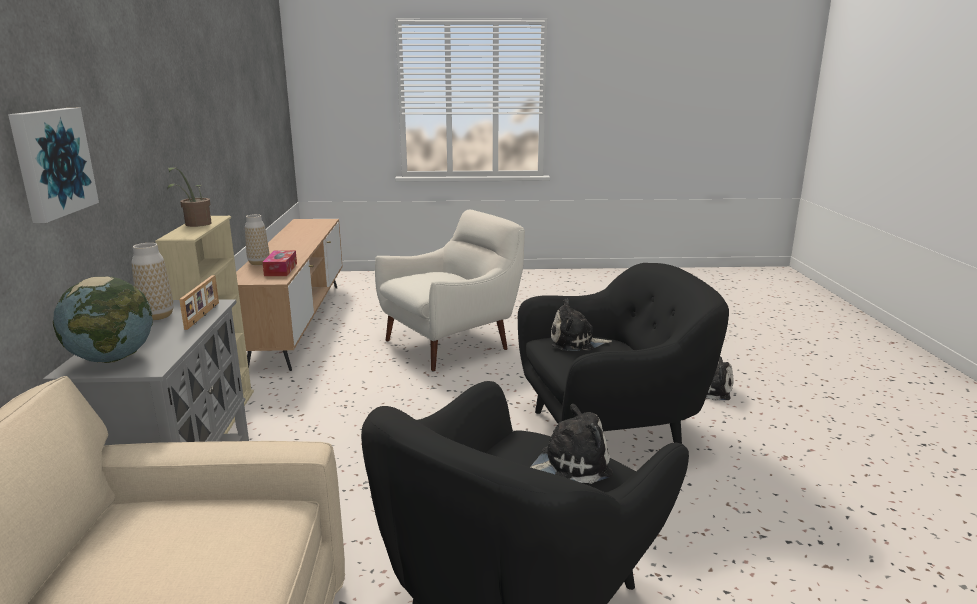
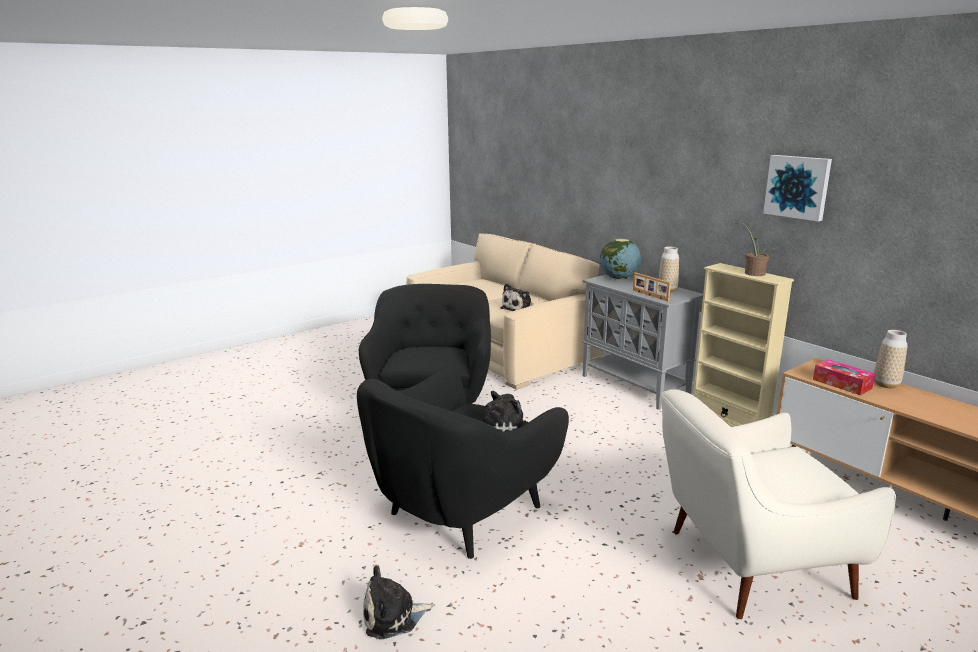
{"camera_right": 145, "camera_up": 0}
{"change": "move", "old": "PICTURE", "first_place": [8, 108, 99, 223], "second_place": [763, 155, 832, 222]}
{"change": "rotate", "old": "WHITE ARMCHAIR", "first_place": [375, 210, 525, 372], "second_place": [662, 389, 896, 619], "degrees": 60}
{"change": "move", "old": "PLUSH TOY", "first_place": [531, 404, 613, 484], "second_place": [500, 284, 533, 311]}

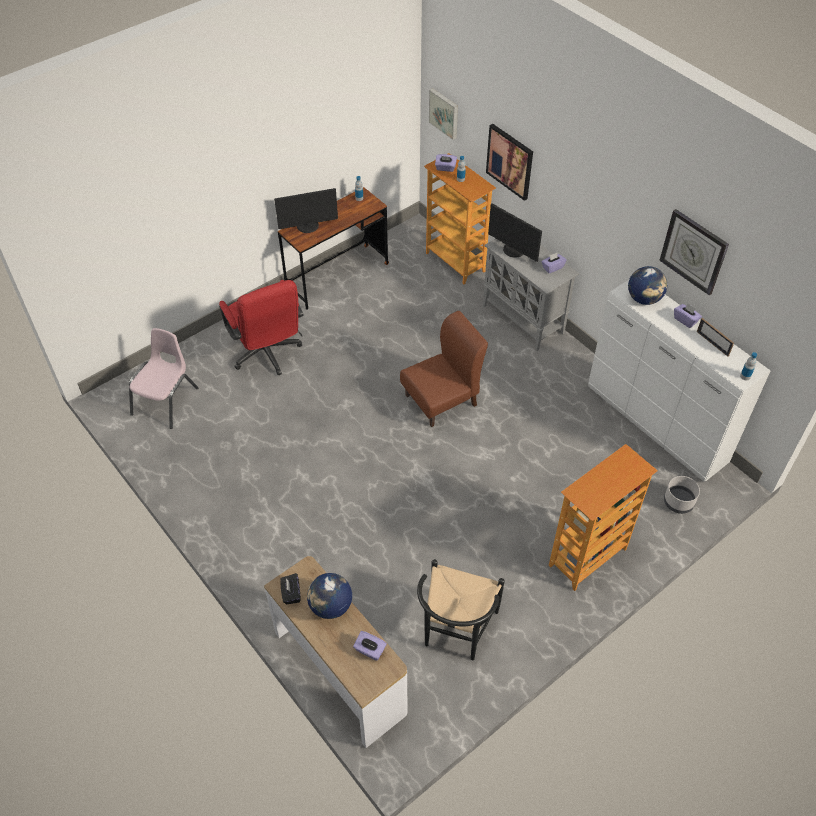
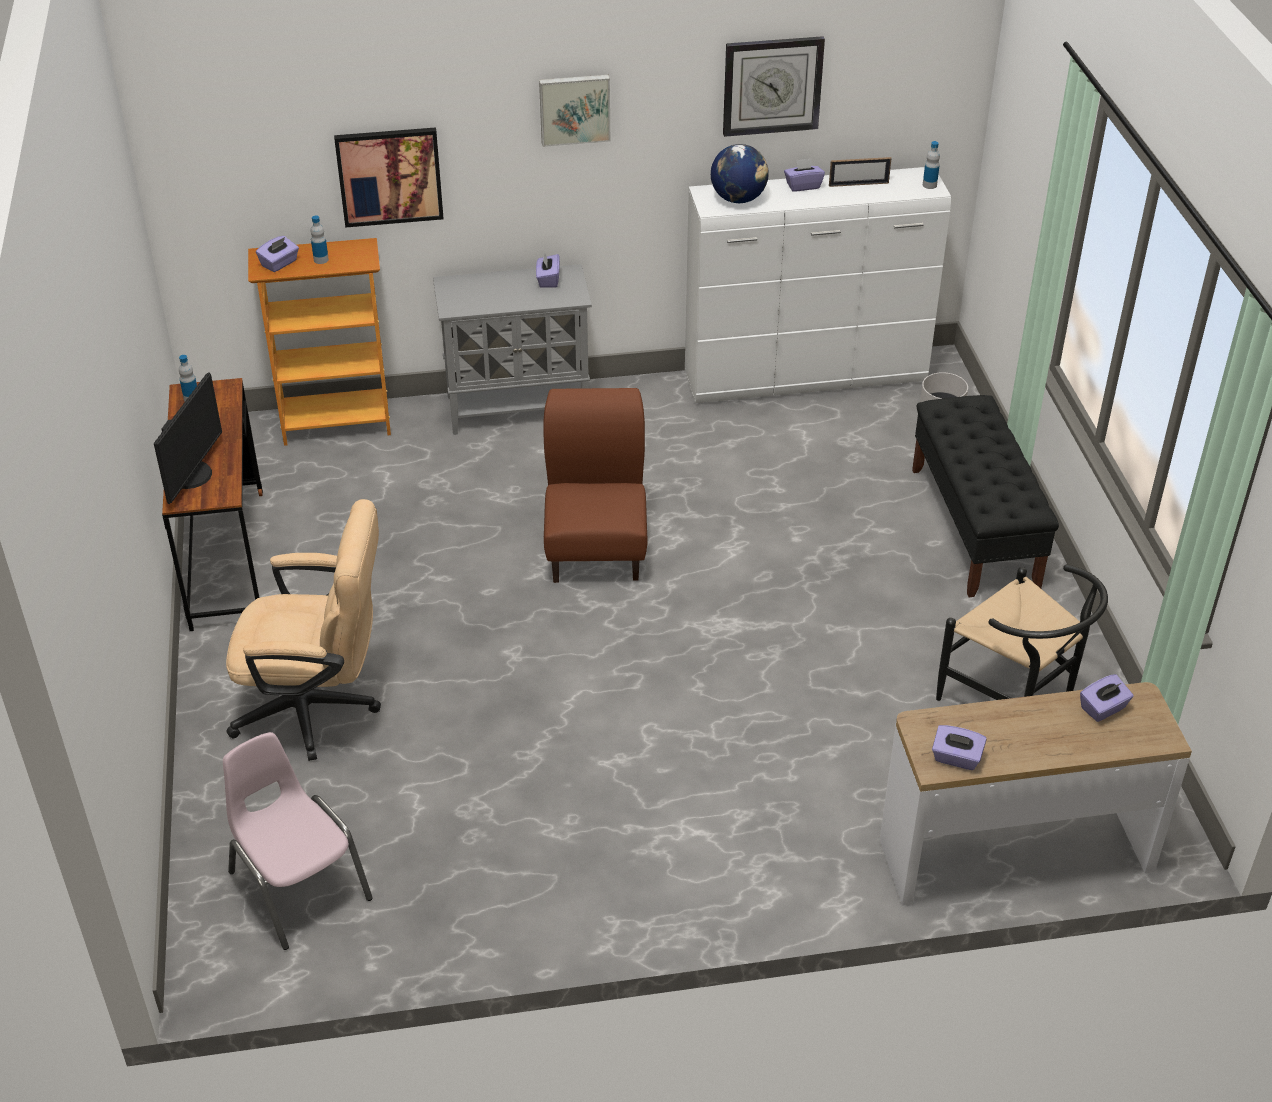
{"camera_right": -60, "camera_up": -10}
{"change": "move", "old": "PICTURE", "first_place": [429, 88, 458, 140], "second_place": [539, 75, 610, 147]}
{"change": "delete", "old": "MONITOR", "first_place": [488, 203, 542, 262]}
{"change": "recolor", "old": "RED OFFICE CHAIR", "new": "BEIGE OFFICE CHAIR", "first_place": [219, 280, 303, 375], "second_place": [226, 499, 381, 761]}
{"change": "replace", "old": "BOOKCASE", "new": "BLACK BENCH", "first_place": [549, 444, 658, 591], "second_place": [912, 395, 1059, 597]}
{"change": "recolor", "old": "BLACK TISSUE BOX", "new": "PURPLE TISSUE BOX", "first_place": [280, 573, 300, 604], "second_place": [932, 725, 987, 770]}
{"change": "delete", "old": "GLOBE", "first_place": [307, 573, 352, 619]}

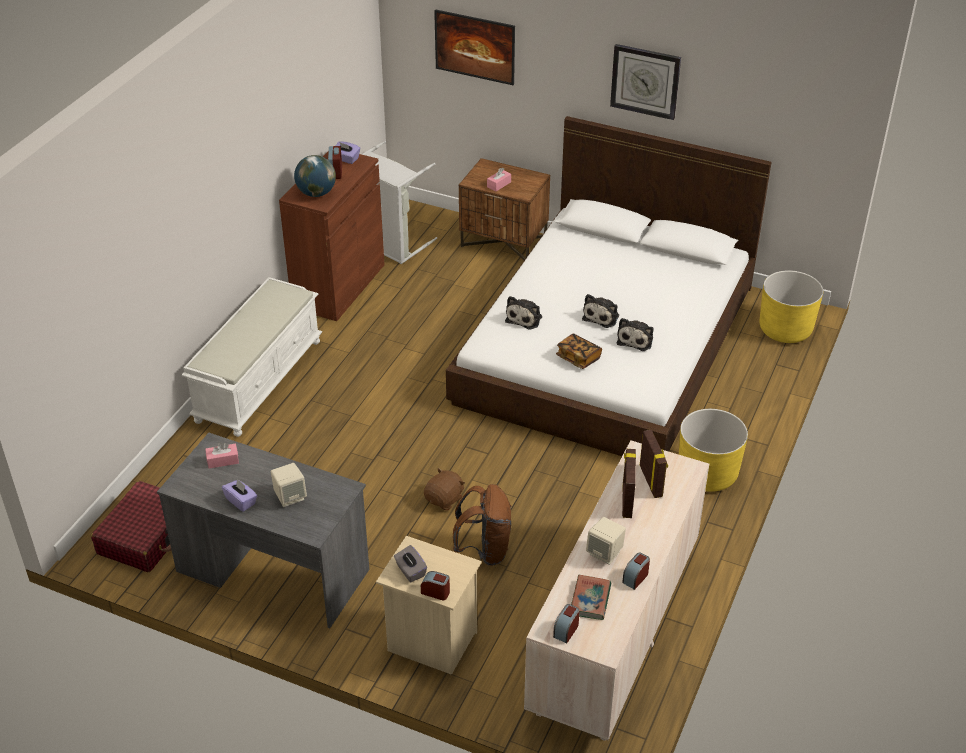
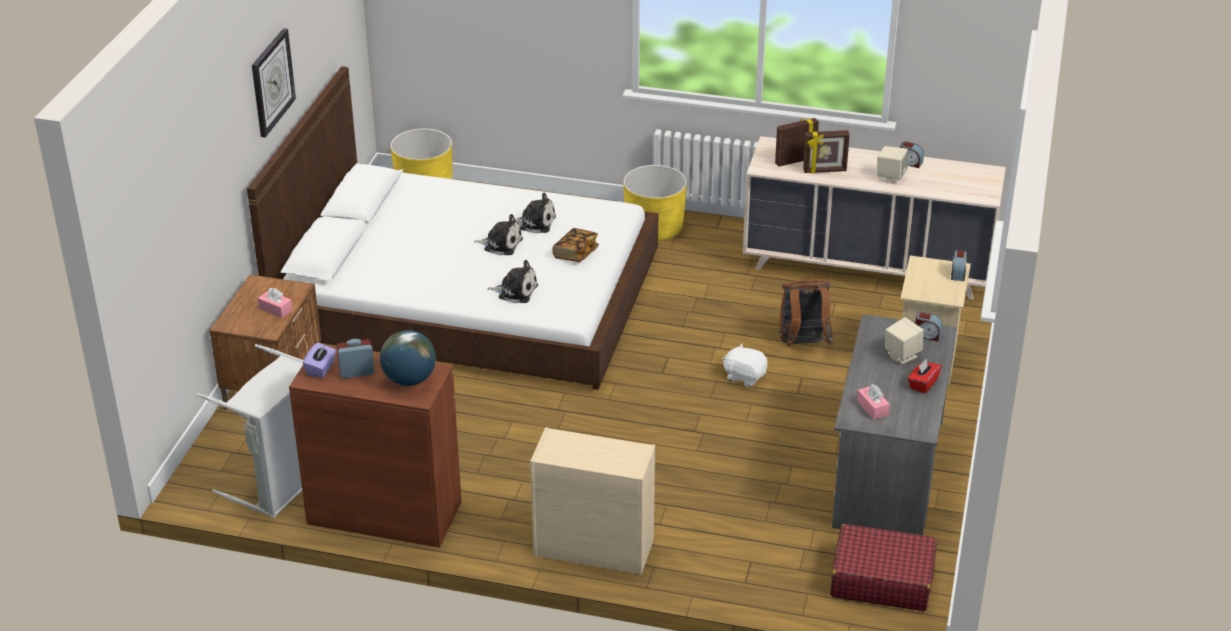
{"camera_right": -100, "camera_up": -5}
{"change": "delete", "old": "PICTURE", "first_place": [434, 9, 515, 85]}
{"change": "replace", "old": "WHITE BENCH", "new": "BEIGE DRESSER", "first_place": [182, 277, 322, 437], "second_place": [530, 427, 655, 575]}
{"change": "recolor", "old": "BROWN PLUSH TOY", "new": "WHITE PLUSH TOY", "first_place": [424, 468, 465, 511], "second_place": [722, 344, 768, 387]}
{"change": "recolor", "old": "PURPLE TISSUE BOX", "new": "RED TISSUE BOX", "first_place": [222, 478, 257, 512], "second_place": [908, 359, 942, 393]}
{"change": "delete", "old": "GREY TISSUE BOX", "first_place": [394, 545, 427, 582]}
{"change": "delete", "old": "BOOK", "first_place": [571, 575, 611, 620]}
{"change": "move", "old": "ALARM CLOCK", "first_place": [553, 604, 580, 643], "second_place": [915, 312, 942, 341]}

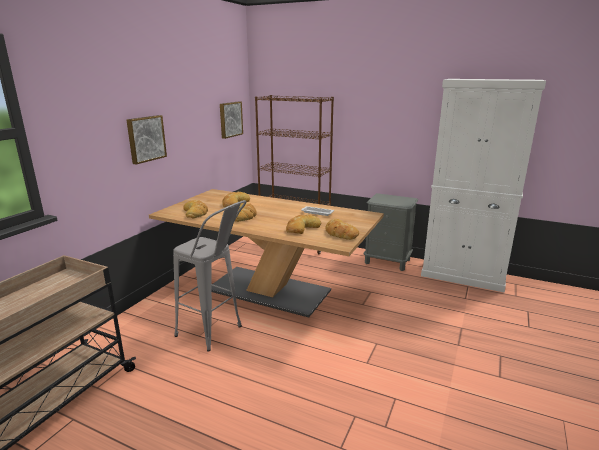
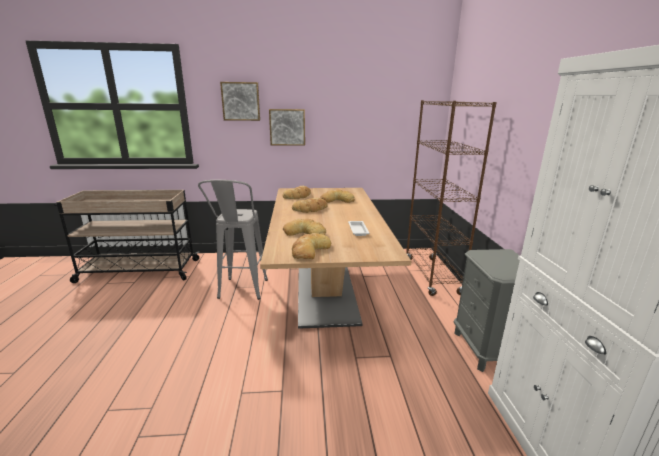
{"camera_right": 60, "camera_up": 0}
{"change": "move", "old": "PICTURE", "first_place": [220, 102, 243, 139], "second_place": [220, 82, 260, 121]}

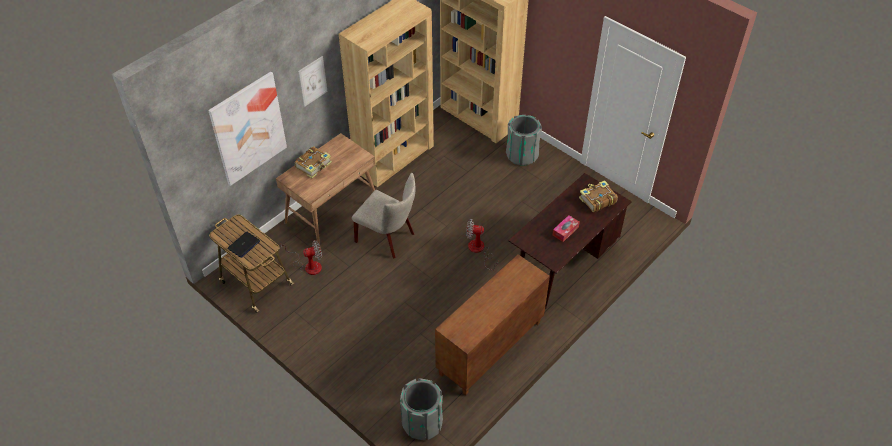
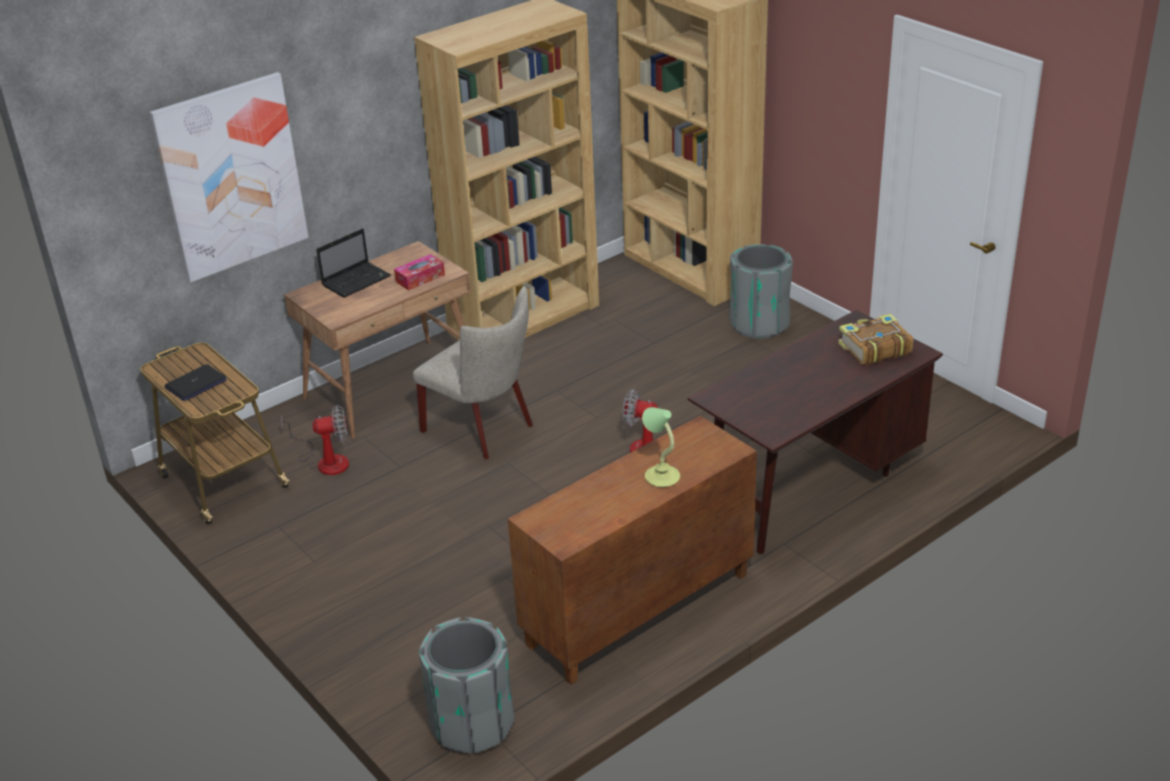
{"camera_right": 10, "camera_up": -15}
{"change": "delete", "old": "PICTURE", "first_place": [298, 56, 328, 107]}
{"change": "replace", "old": "BOOK", "new": "LAPTOP", "first_place": [295, 146, 332, 178], "second_place": [316, 228, 391, 298]}
{"change": "move", "old": "TISSUE BOX", "first_place": [552, 215, 580, 242], "second_place": [394, 254, 445, 291]}
{"change": "insert", "new": "TABLE LAMP", "second_place": [642, 407, 680, 487]}

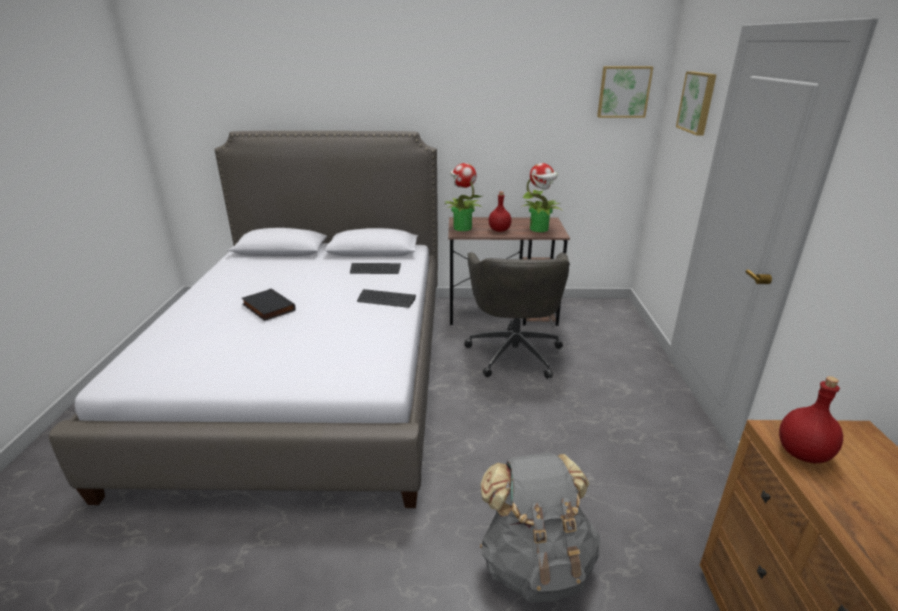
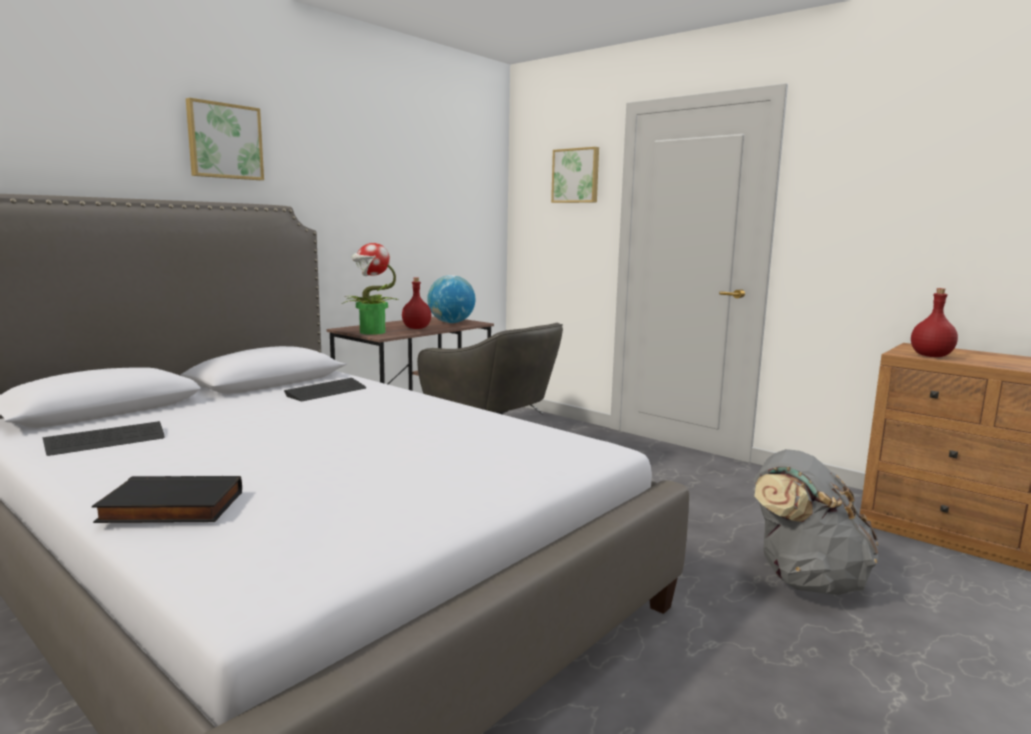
{"camera_right": -50, "camera_up": -15}
{"change": "move", "old": "PICTURE", "first_place": [597, 66, 653, 118], "second_place": [186, 98, 264, 180]}
{"change": "replace", "old": "POTTED PLANT", "new": "GLOBE", "first_place": [521, 163, 563, 232], "second_place": [427, 275, 476, 323]}
{"change": "move", "old": "BLACK BOOK", "first_place": [242, 289, 296, 321], "second_place": [92, 476, 242, 523]}
{"change": "move", "old": "KEYBOARD", "first_place": [357, 289, 416, 308], "second_place": [42, 421, 165, 456]}

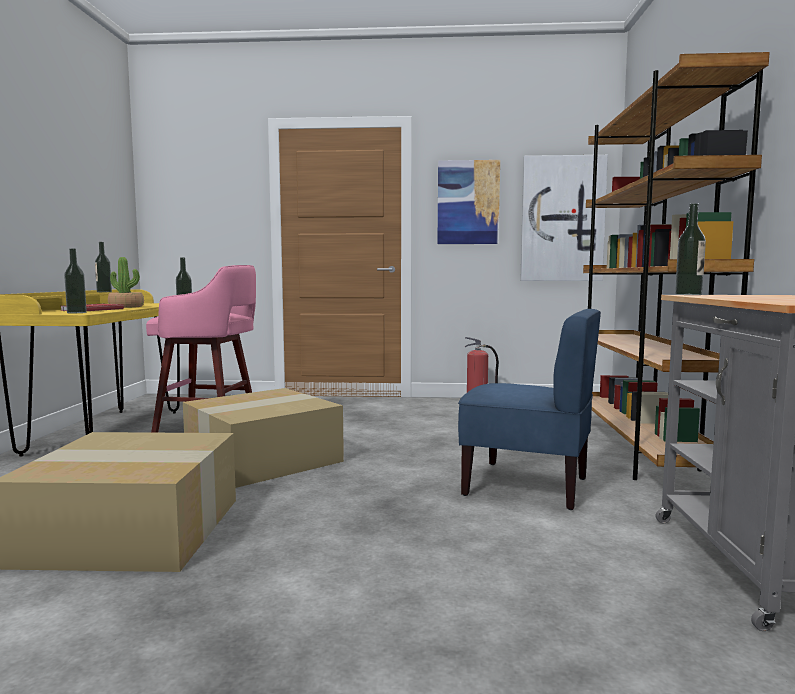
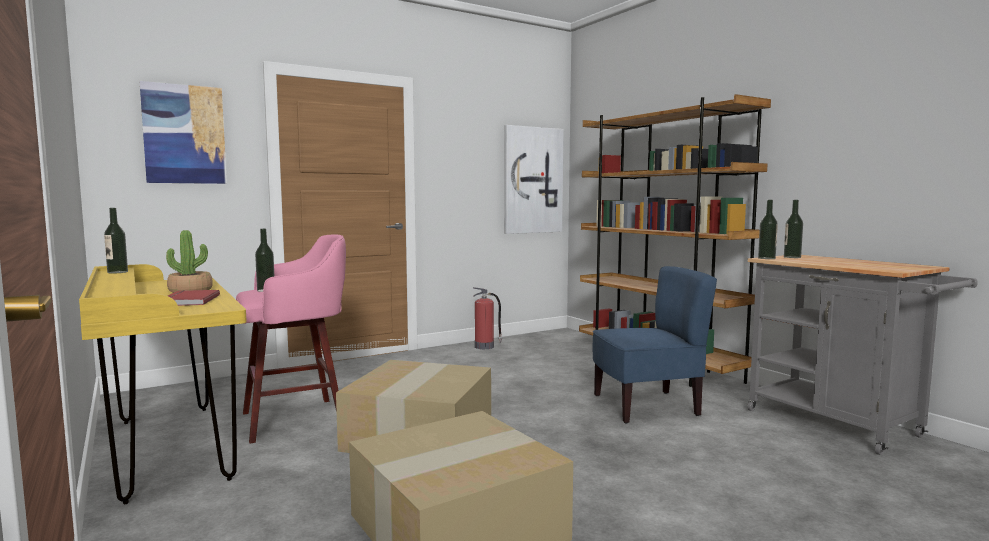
{"camera_right": -35, "camera_up": 0}
{"change": "move", "old": "PICTURE", "first_place": [437, 160, 500, 244], "second_place": [139, 81, 227, 184]}
{"change": "move", "old": "BOTTLE", "first_place": [64, 248, 87, 313], "second_place": [784, 200, 803, 258]}

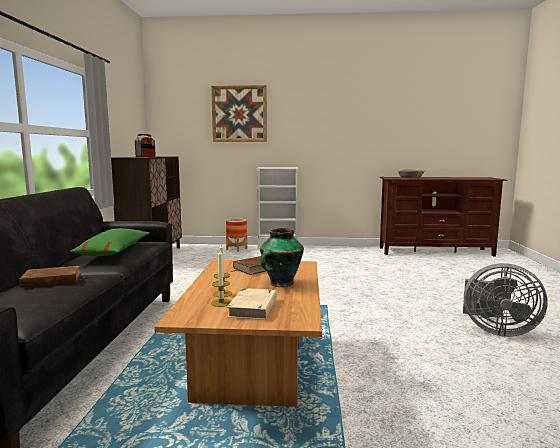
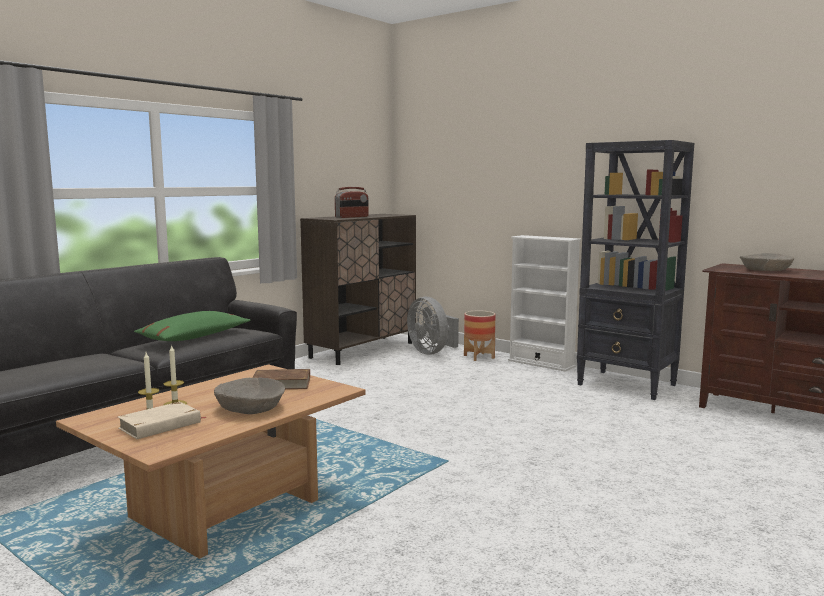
{"camera_right": 35, "camera_up": 0}
{"change": "delete", "old": "PICTURE", "first_place": [211, 85, 267, 142]}
{"change": "replace", "old": "VASE", "new": "BEIGE BOWL", "first_place": [260, 228, 304, 287], "second_place": [214, 377, 285, 414]}
{"change": "move", "old": "GREY FAN", "first_place": [463, 263, 548, 337], "second_place": [407, 297, 459, 355]}
{"change": "delete", "old": "BROWN BOOK", "first_place": [19, 266, 88, 288]}
{"change": "insert", "new": "BLACK BOOKCASE", "second_place": [577, 140, 694, 400]}

